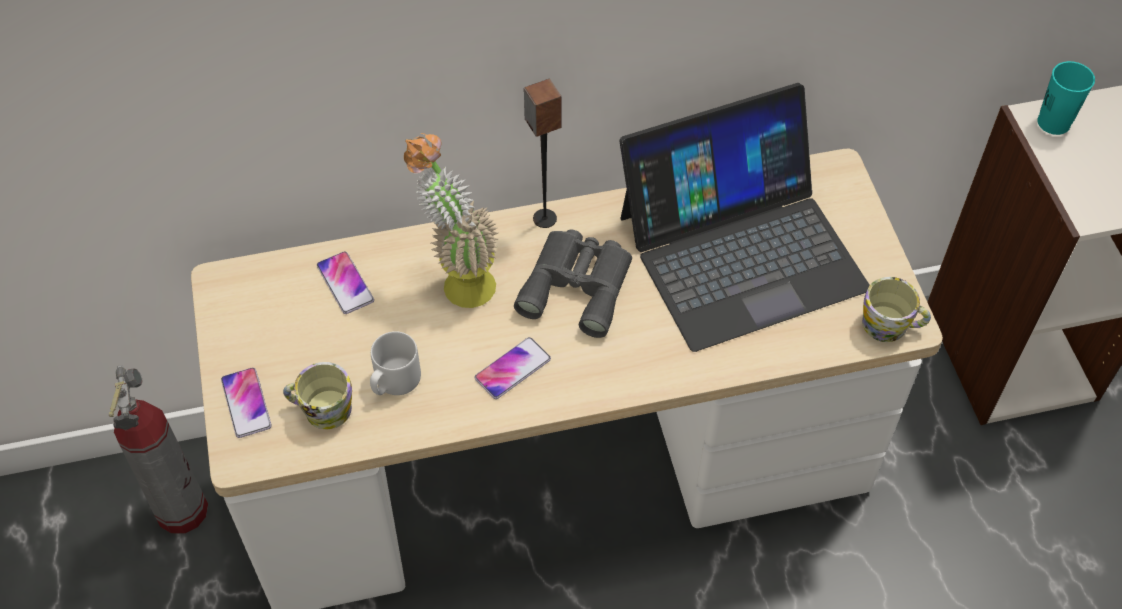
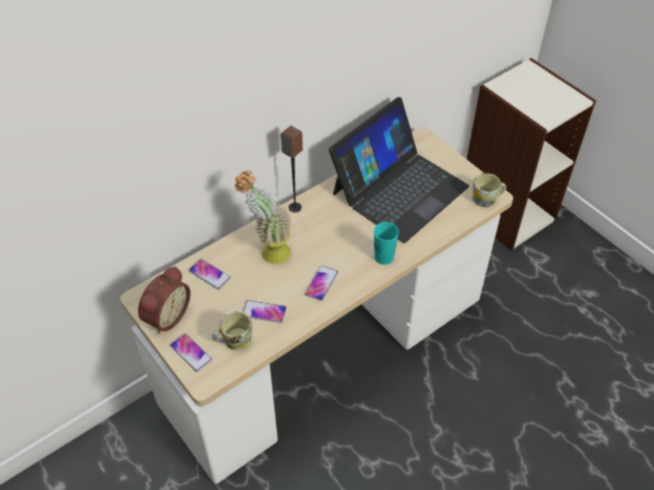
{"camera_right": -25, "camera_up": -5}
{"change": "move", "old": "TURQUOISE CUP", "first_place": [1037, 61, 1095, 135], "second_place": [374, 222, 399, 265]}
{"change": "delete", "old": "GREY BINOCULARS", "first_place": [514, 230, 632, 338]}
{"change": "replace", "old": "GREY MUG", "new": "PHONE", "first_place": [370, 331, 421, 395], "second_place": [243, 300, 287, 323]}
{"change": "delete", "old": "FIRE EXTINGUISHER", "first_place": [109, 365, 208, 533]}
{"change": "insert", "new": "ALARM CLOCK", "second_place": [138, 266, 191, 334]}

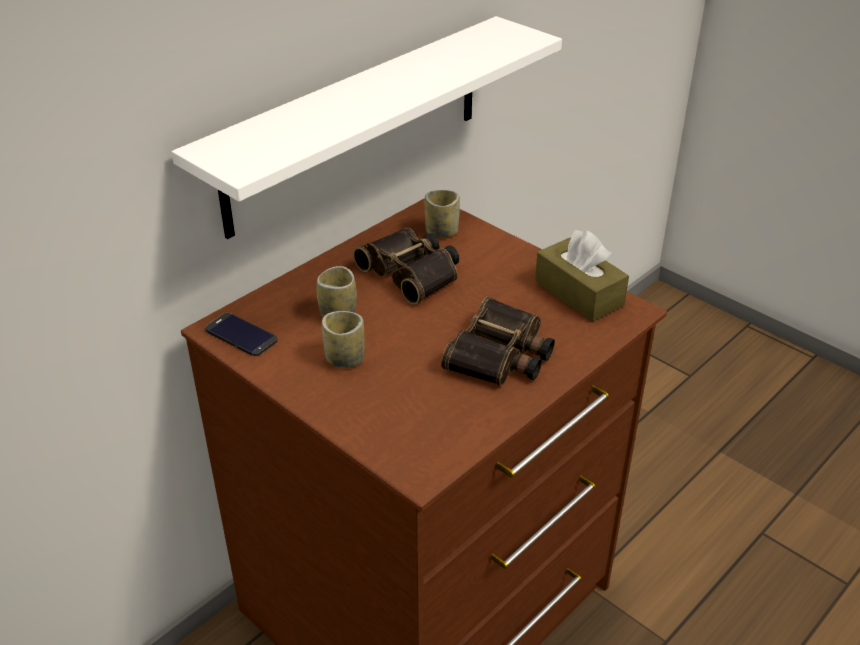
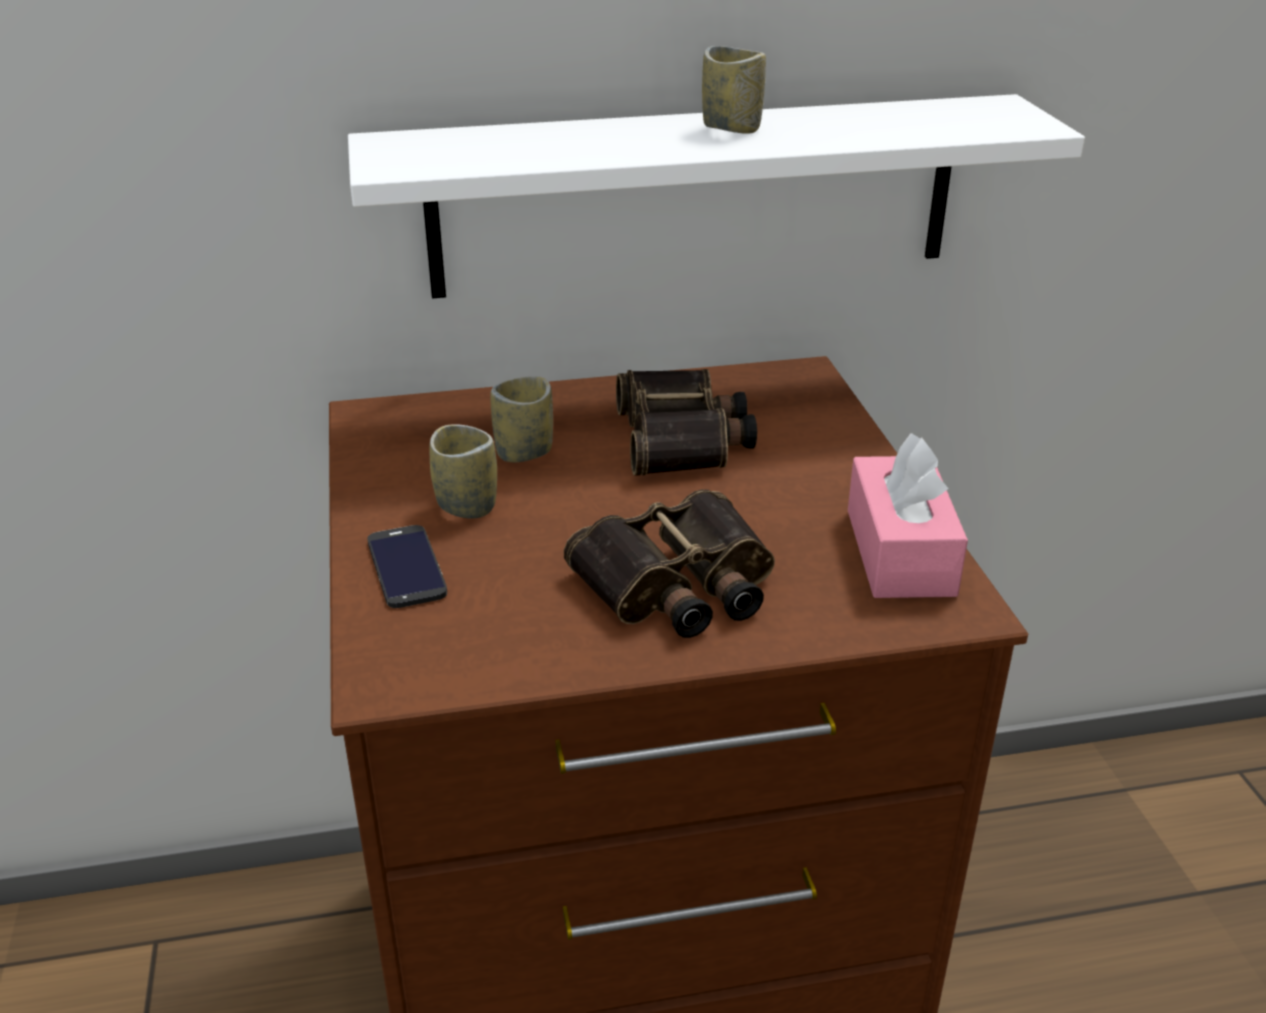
{"camera_right": 35, "camera_up": -5}
{"change": "move", "old": "CUP", "first_place": [425, 190, 460, 237], "second_place": [702, 46, 766, 134]}
{"change": "recolor", "old": "BROWN TISSUE BOX", "new": "PINK TISSUE BOX", "first_place": [535, 230, 629, 322], "second_place": [848, 433, 968, 598]}
{"change": "move", "old": "PHONE", "first_place": [205, 313, 277, 356], "second_place": [367, 525, 447, 608]}

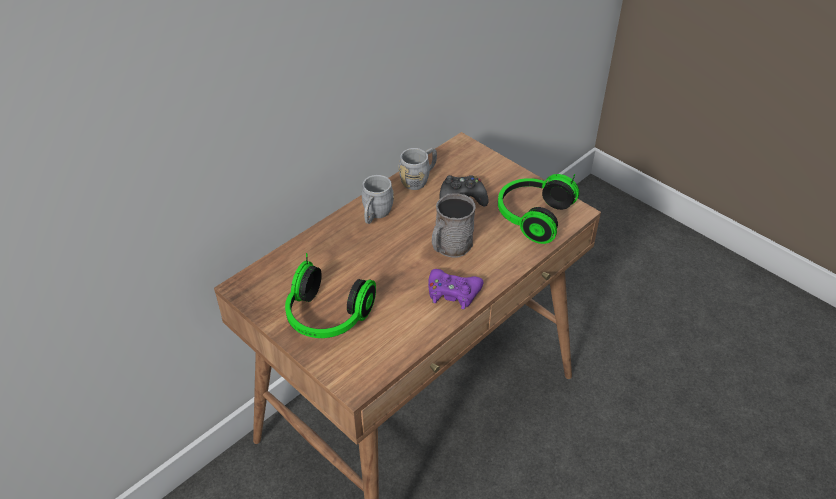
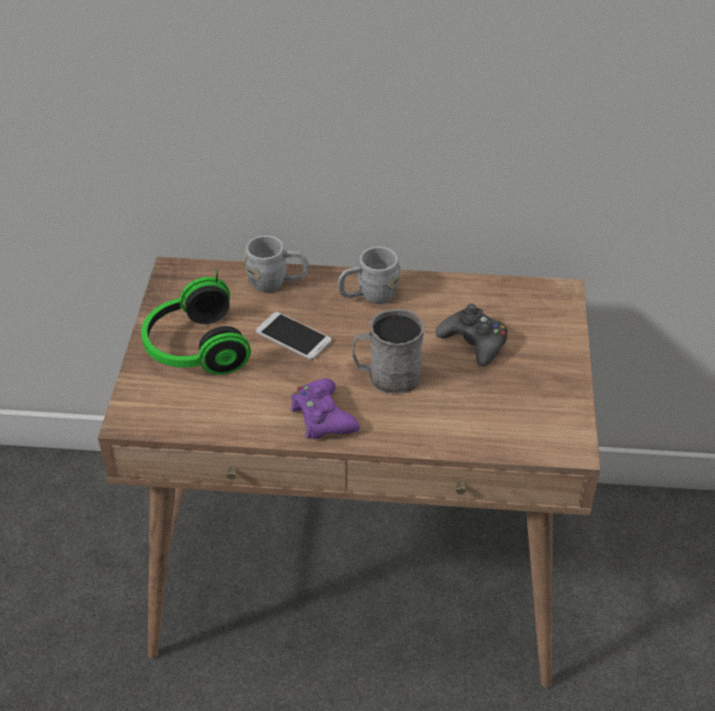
{"camera_right": 50, "camera_up": 0}
{"change": "move", "old": "GREY MUG", "first_place": [398, 148, 437, 190], "second_place": [244, 235, 308, 292]}
{"change": "delete", "old": "HEADPHONES", "first_place": [498, 174, 579, 244]}
{"change": "insert", "new": "PHONE", "second_place": [256, 312, 332, 360]}

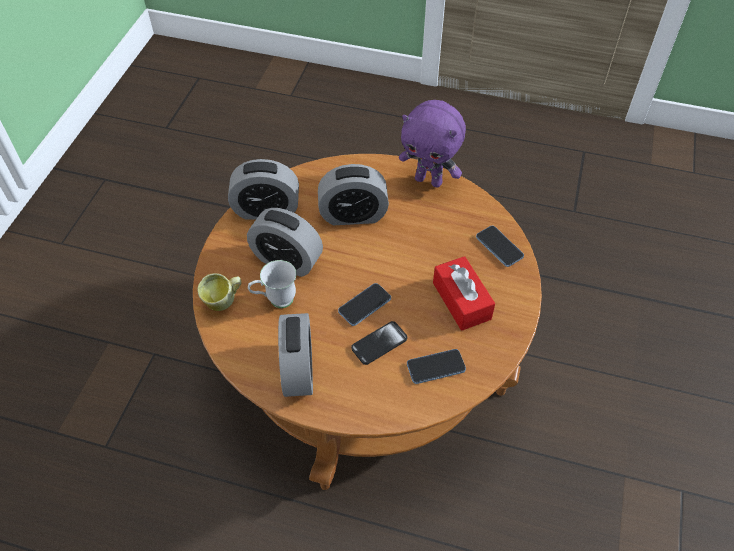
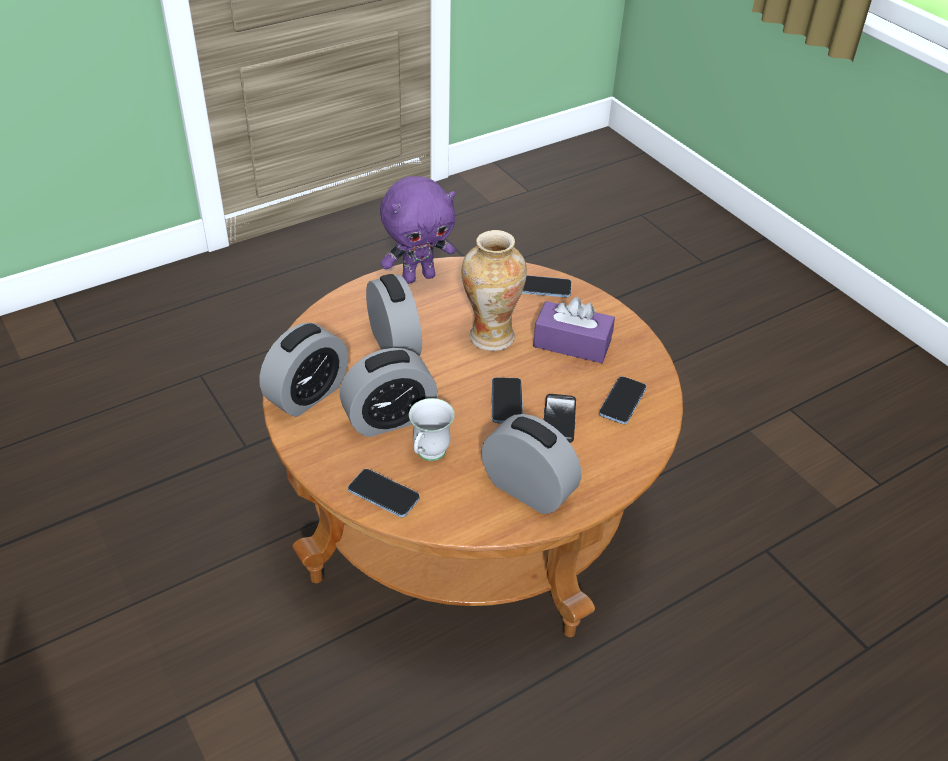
{"camera_right": -50, "camera_up": -10}
{"change": "rotate", "old": "ALARM CLOCK", "first_place": [318, 164, 389, 225], "second_place": [366, 274, 422, 356], "degrees": -60}
{"change": "recolor", "old": "RED TISSUE BOX", "new": "PURPLE TISSUE BOX", "first_place": [433, 256, 495, 331], "second_place": [533, 297, 615, 363]}
{"change": "replace", "old": "MUG", "new": "PHONE", "first_place": [197, 273, 241, 311], "second_place": [348, 469, 420, 517]}
{"change": "insert", "new": "VASE", "second_place": [461, 230, 527, 351]}

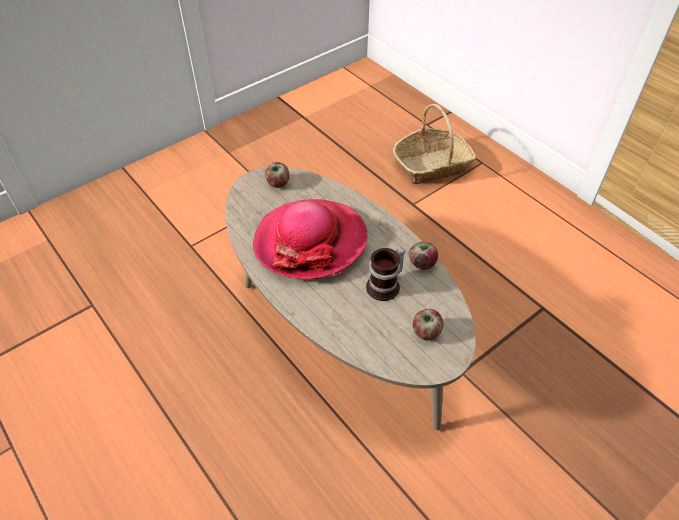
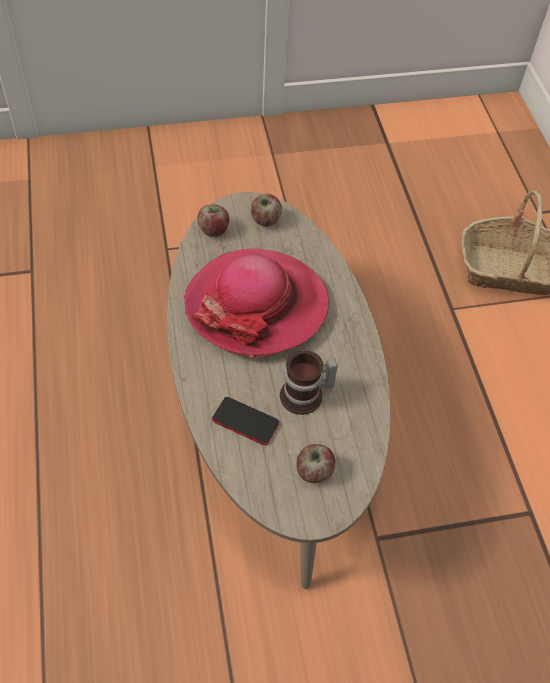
{"camera_right": 25, "camera_up": 5}
{"change": "move", "old": "APPLE", "first_place": [409, 242, 438, 270], "second_place": [197, 205, 229, 237]}
{"change": "insert", "new": "PHONE", "second_place": [212, 397, 280, 445]}

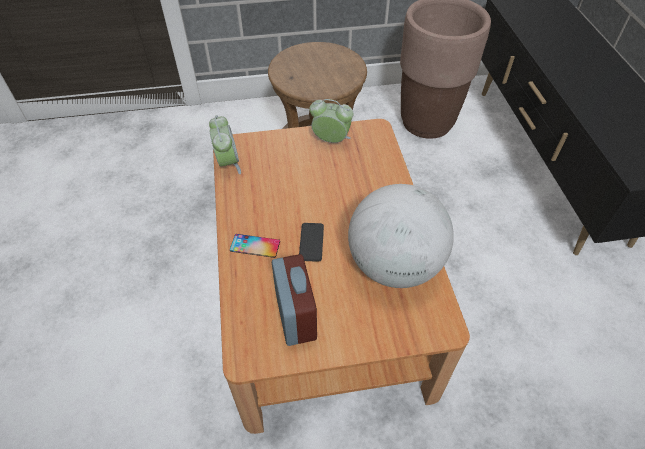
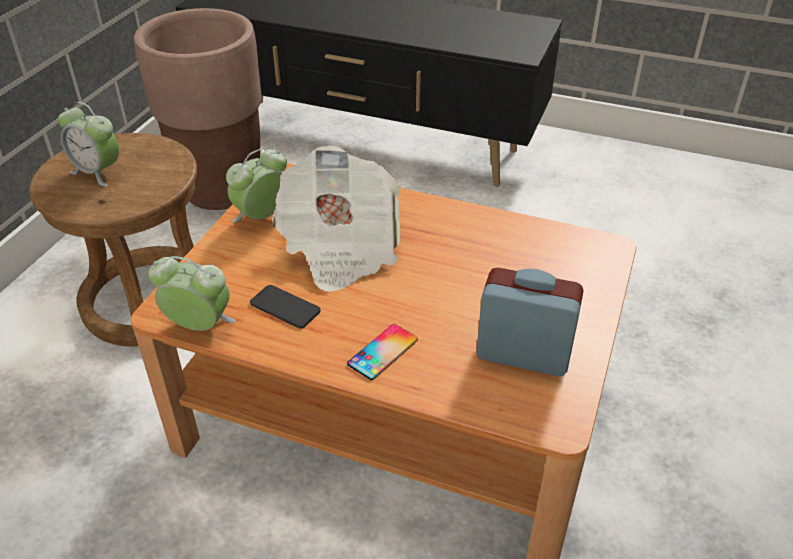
{"camera_right": -60, "camera_up": -10}
{"change": "delete", "old": "GLOBE", "first_place": [348, 184, 454, 288]}
{"change": "move", "old": "PHONE", "first_place": [299, 223, 324, 262], "second_place": [250, 285, 321, 329]}
{"change": "insert", "new": "ALARM CLOCK", "second_place": [58, 102, 119, 187]}
{"change": "insert", "new": "NEWSPAPER", "second_place": [272, 146, 401, 292]}

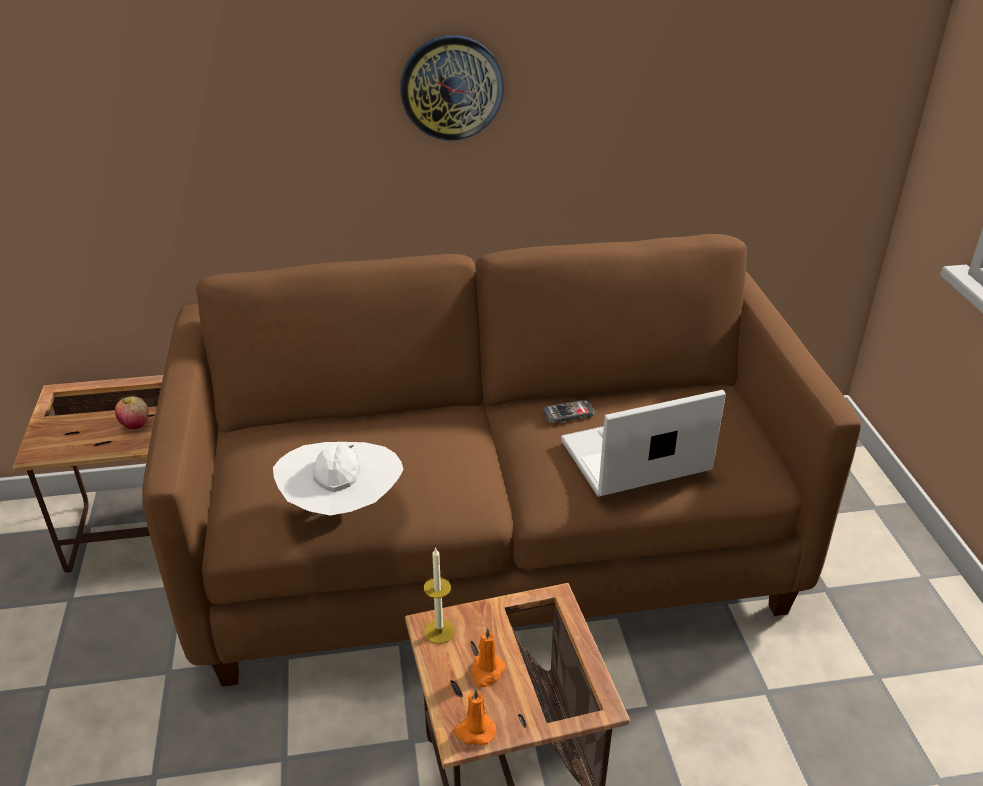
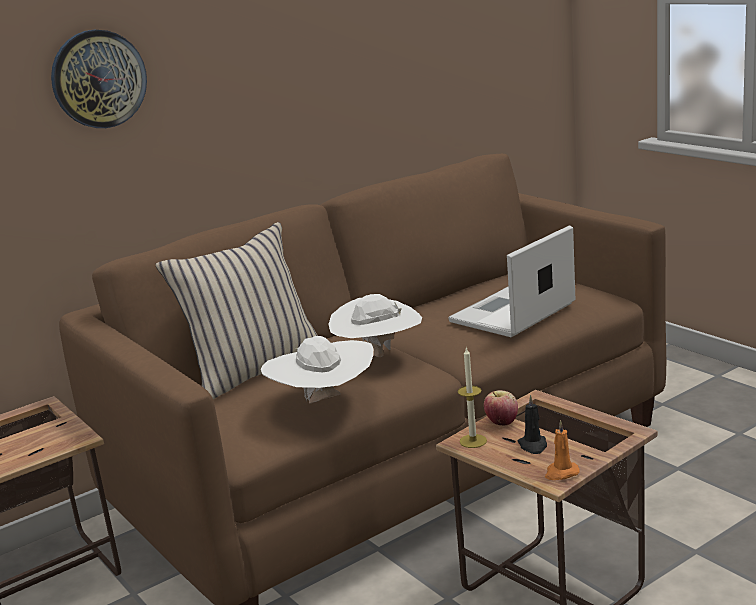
{"camera_right": -25, "camera_up": -15}
{"change": "move", "old": "WALL CLOCK", "first_place": [400, 35, 504, 141], "second_place": [51, 30, 147, 128]}
{"change": "move", "old": "APPLE", "first_place": [115, 396, 149, 430], "second_place": [484, 390, 518, 426]}
{"change": "delete", "old": "PHONE", "first_place": [543, 400, 595, 423]}
{"change": "recolor", "old": "ORANGE CANDLE", "new": "BLACK CANDLE", "first_place": [471, 627, 506, 688], "second_place": [518, 395, 547, 454]}
{"change": "insert", "new": "BEIGE PILLOW", "second_place": [155, 222, 318, 399]}
{"change": "insert", "new": "WHITE HAT", "second_place": [328, 294, 422, 357]}

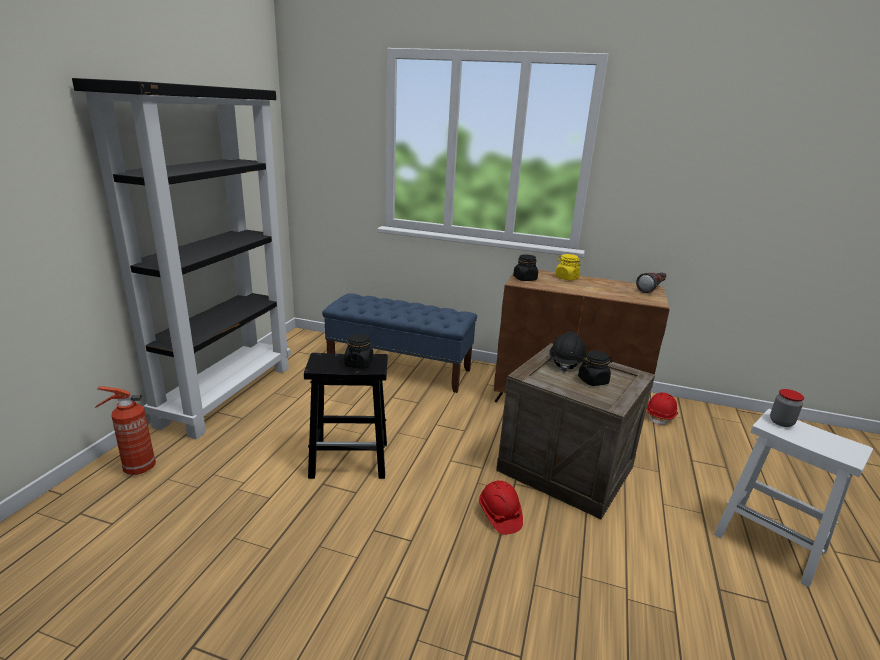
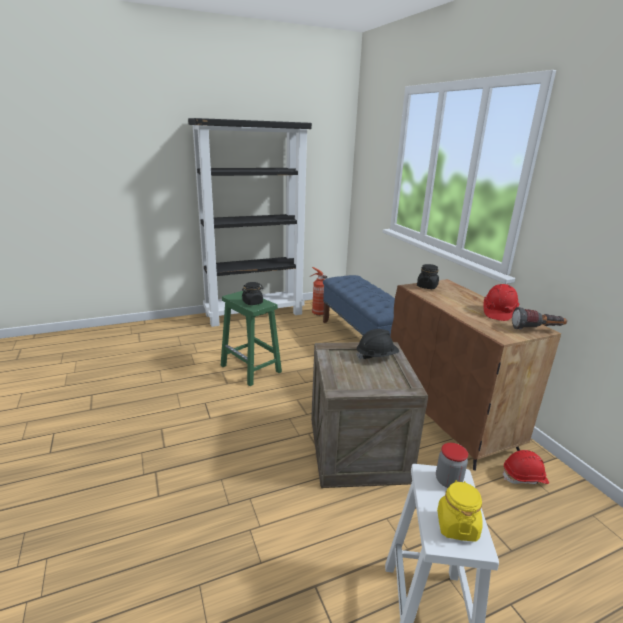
{"camera_right": 50, "camera_up": 0}
{"change": "move", "old": "YELLOW JAR", "first_place": [555, 254, 581, 280], "second_place": [437, 480, 482, 542]}
{"change": "delete", "old": "BLACK JAR", "first_place": [578, 350, 612, 386]}
{"change": "recolor", "old": "BLACK STOOL", "new": "GREEN STOOL", "first_place": [304, 353, 388, 479], "second_place": [221, 291, 282, 386]}
{"change": "move", "old": "FIRE EXTINGUISHER", "first_place": [95, 386, 156, 475], "second_place": [310, 267, 327, 316]}
{"change": "move", "old": "RED HARD HAT", "first_place": [479, 481, 523, 535], "second_place": [483, 284, 519, 321]}

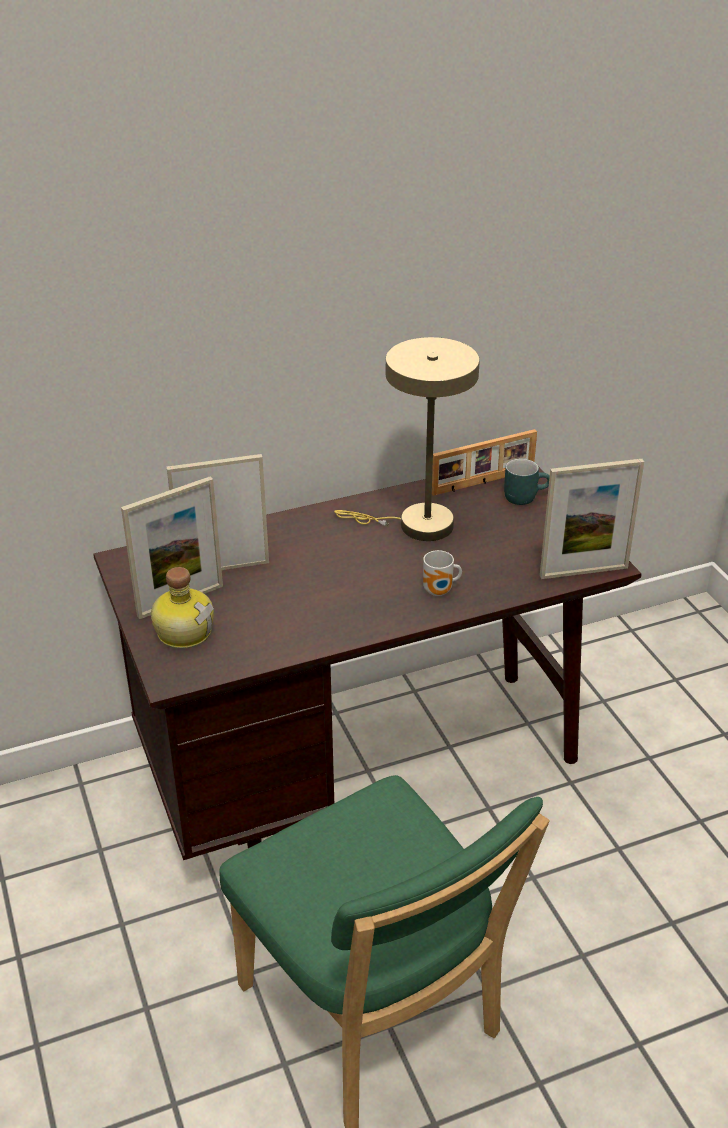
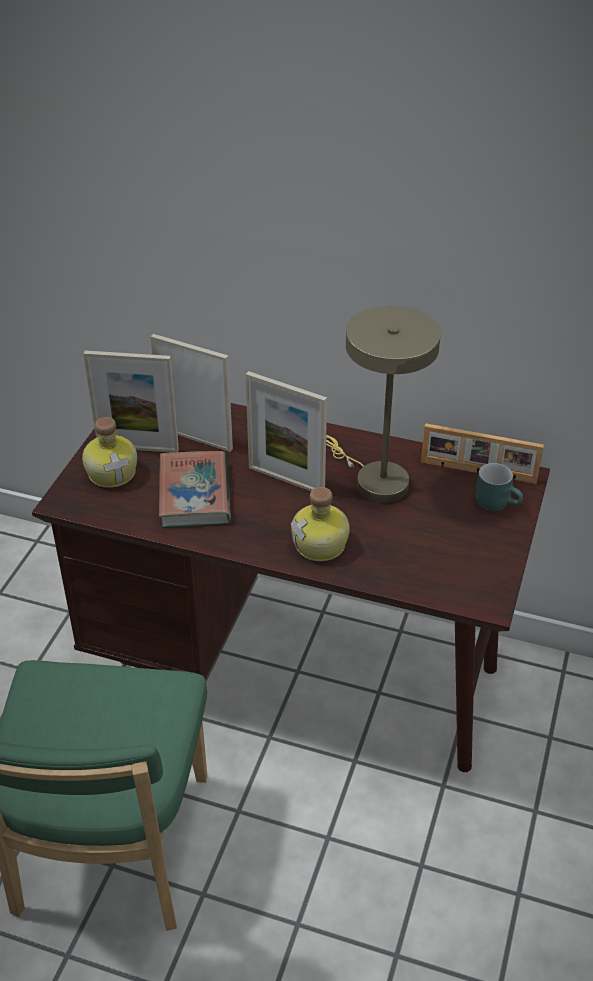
{"camera_right": 40, "camera_up": 5}
{"change": "move", "old": "PICTURE FRAME", "first_place": [540, 459, 644, 579], "second_place": [245, 371, 327, 491]}
{"change": "replace", "old": "MUG", "new": "BOTTLE", "first_place": [423, 550, 462, 596], "second_place": [291, 487, 350, 561]}
{"change": "insert", "new": "BOOK", "second_place": [159, 451, 231, 527]}

